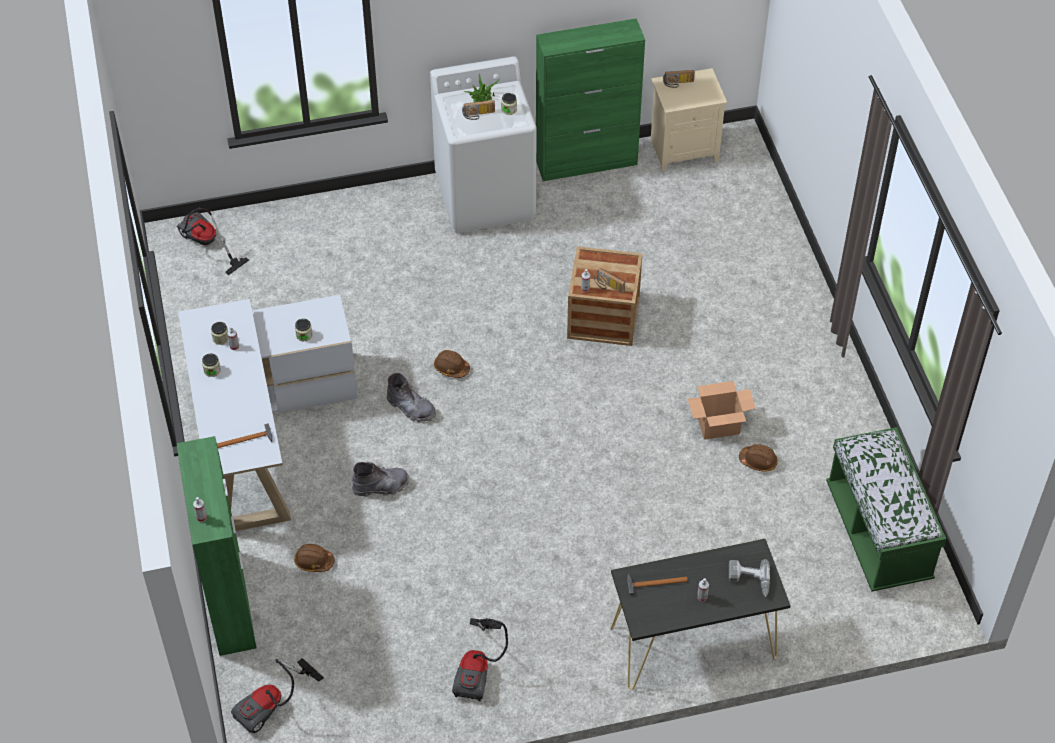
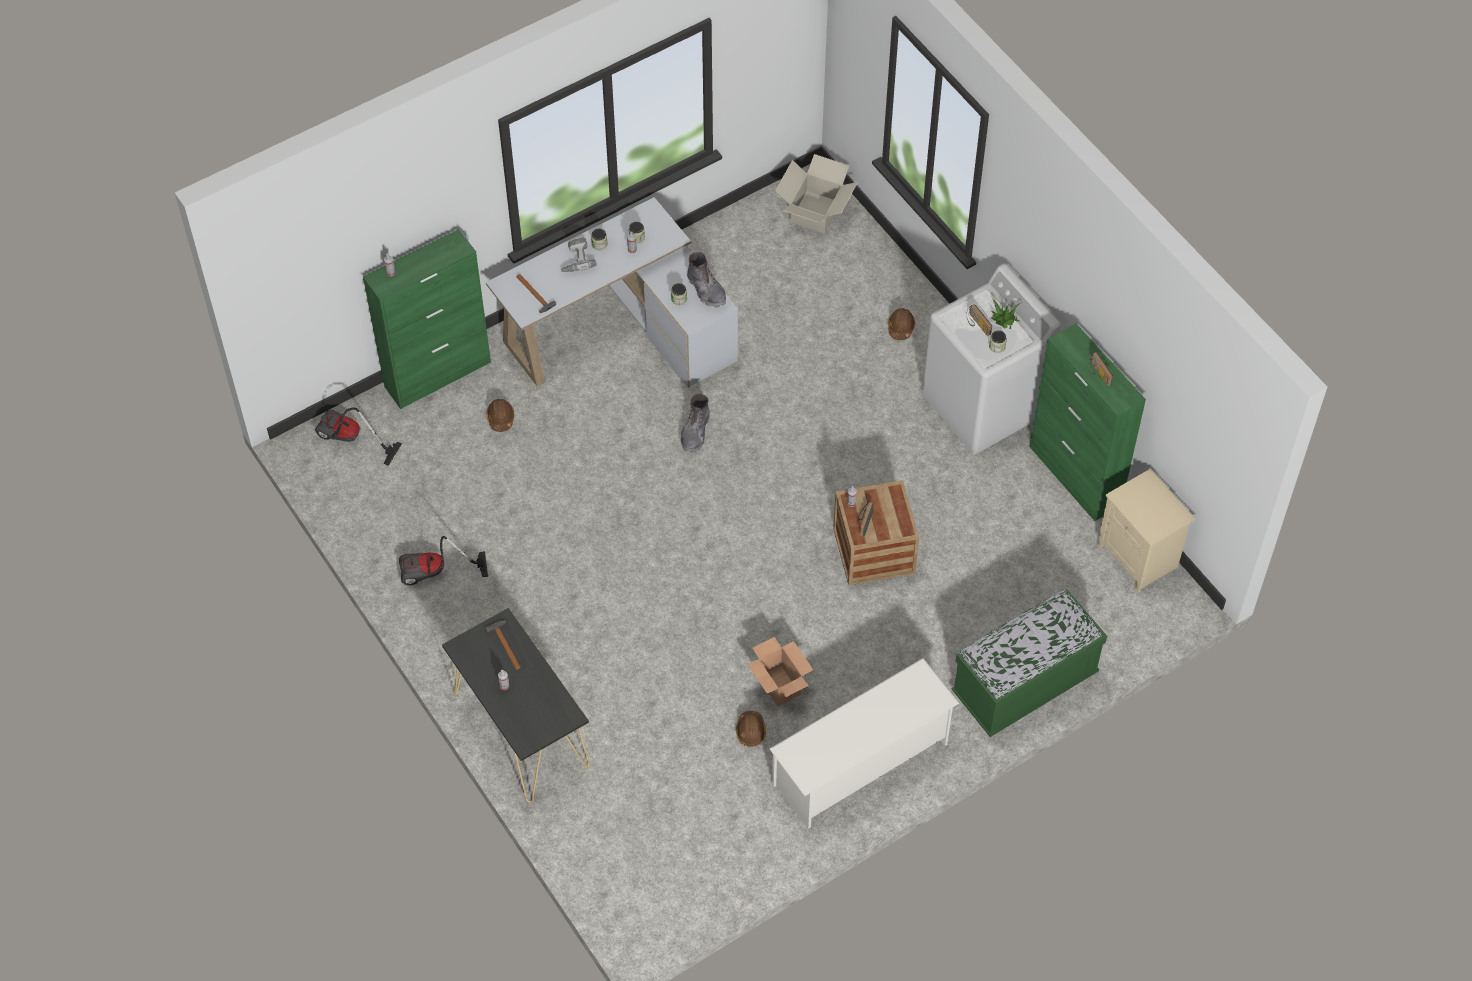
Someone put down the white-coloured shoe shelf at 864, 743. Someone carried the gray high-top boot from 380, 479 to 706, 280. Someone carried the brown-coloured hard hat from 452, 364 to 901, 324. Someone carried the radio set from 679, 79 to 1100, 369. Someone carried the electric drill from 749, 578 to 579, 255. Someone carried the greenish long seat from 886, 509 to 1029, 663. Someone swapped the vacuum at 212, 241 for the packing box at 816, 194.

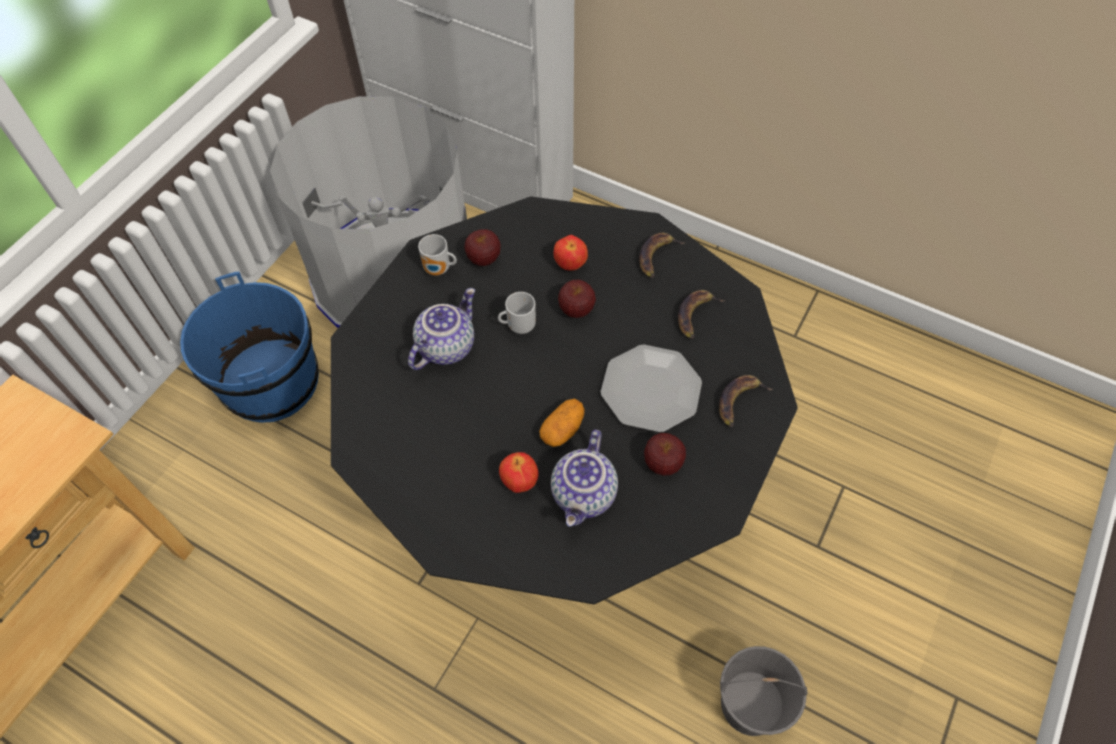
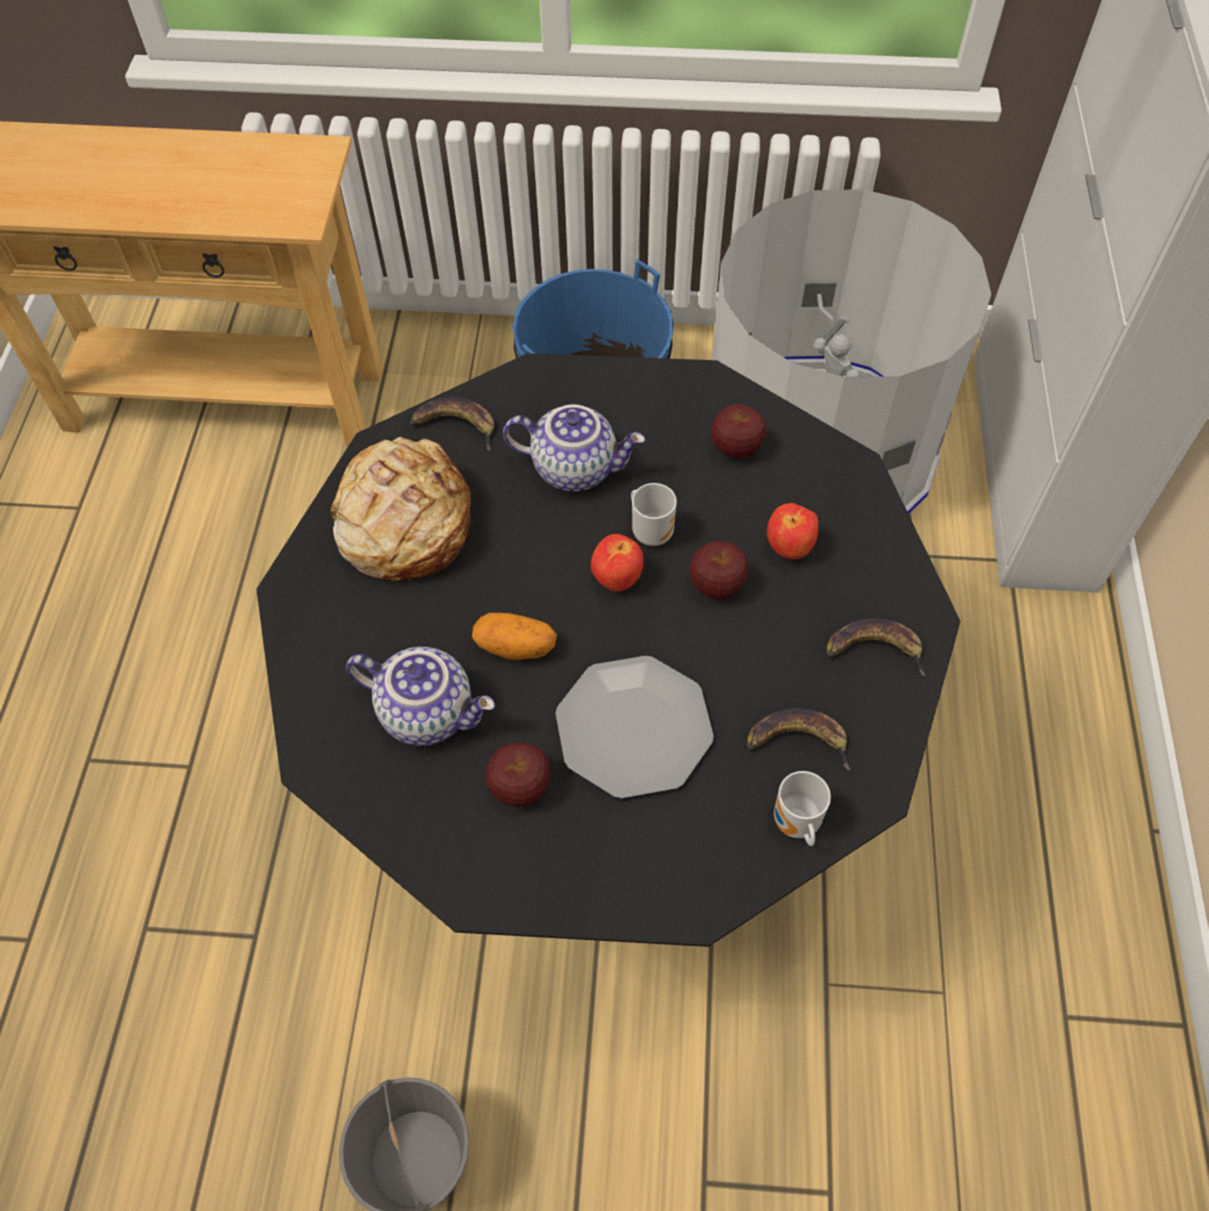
Someone put down the bakery bread at 402, 508. Someone carried the mug from 437, 255 to 802, 808. Someone carried the apple fruit from 519, 472 to 617, 562. Someone carried the banana fruit from 746, 401 to 452, 424. Someone rotated the pot for tea at 584, 478 by 150 degrees counterclockwise.

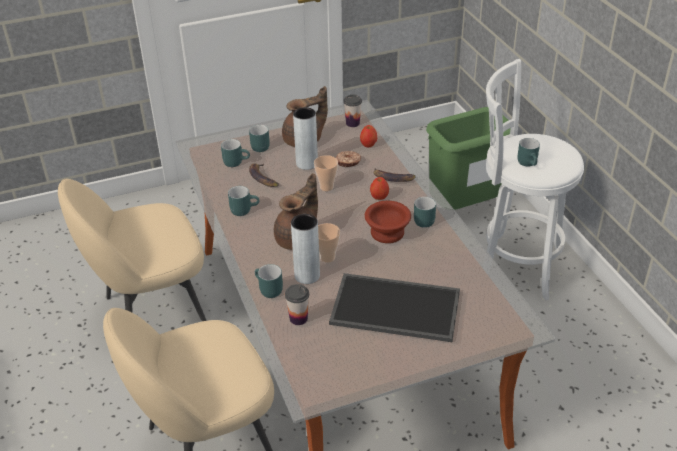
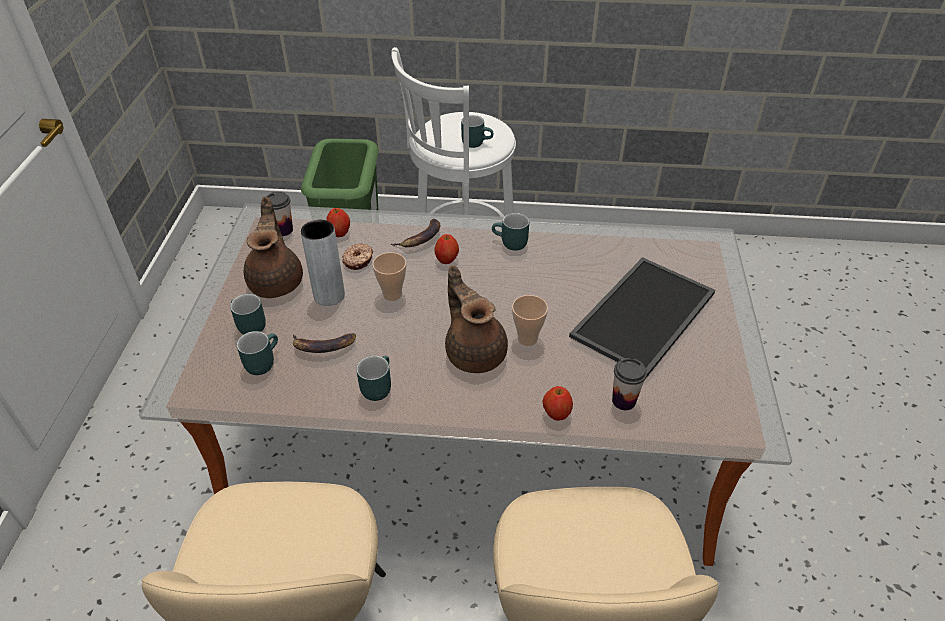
Someone took away the gray flower vase at 305, 249. Someone took away the brown-coloured serving bowl at 388, 222. Someone swapped the blue-green mug at 269, 281 for the apple fruit at 558, 403.

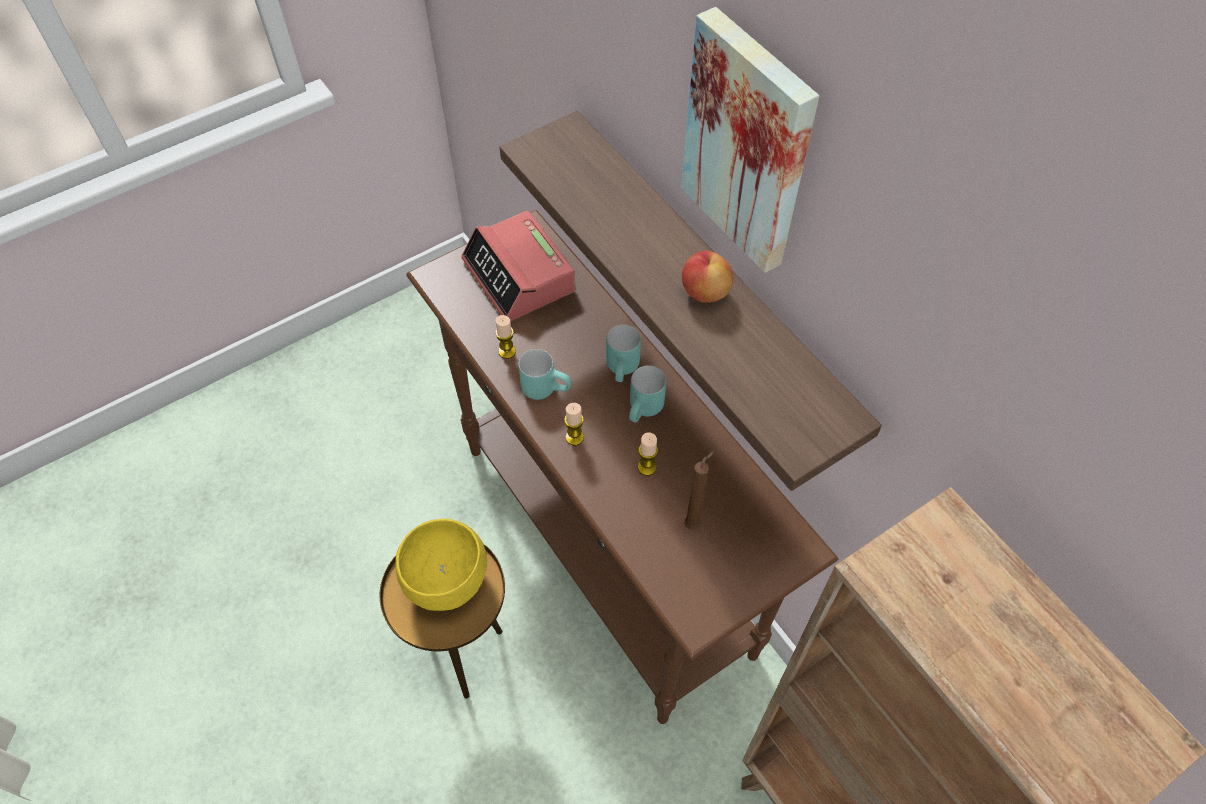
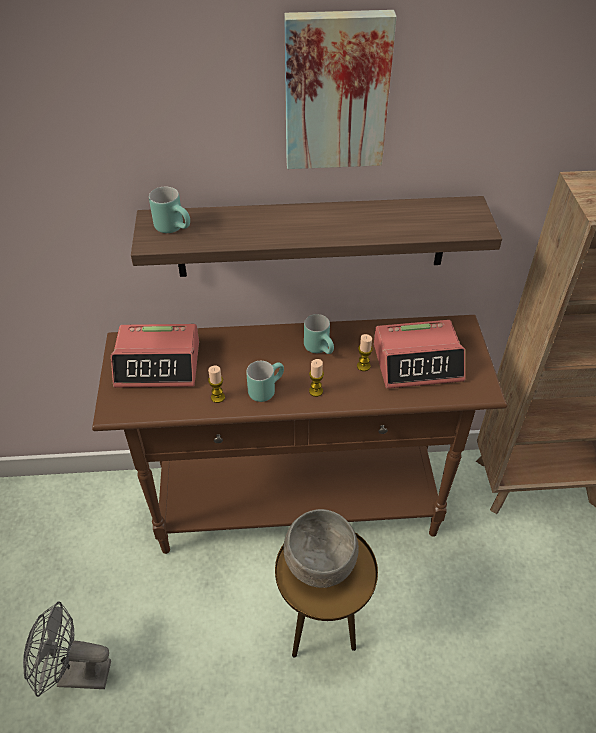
Someone took away the apple fruit at 707, 277. Someone put down the gray fan at 67, 649. Someone carried the blue-green mug from 623, 353 to 169, 210. Someone swapped the brown-coloured candle at 699, 490 for the bedside clock at 419, 354. Someone repainted the yellow-coloured serving bowl at 441, 565, which became the gray serving bowl at 321, 548.

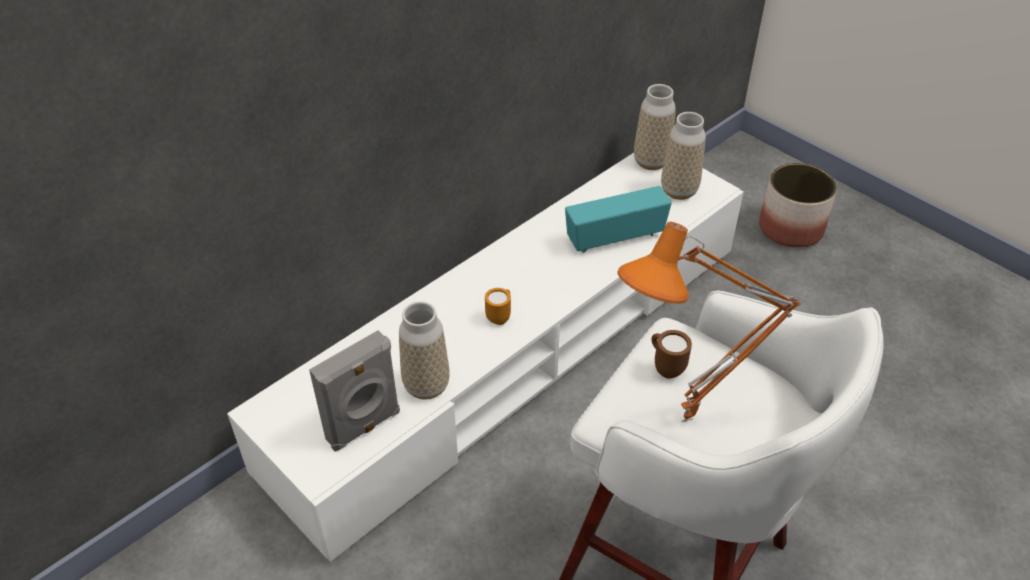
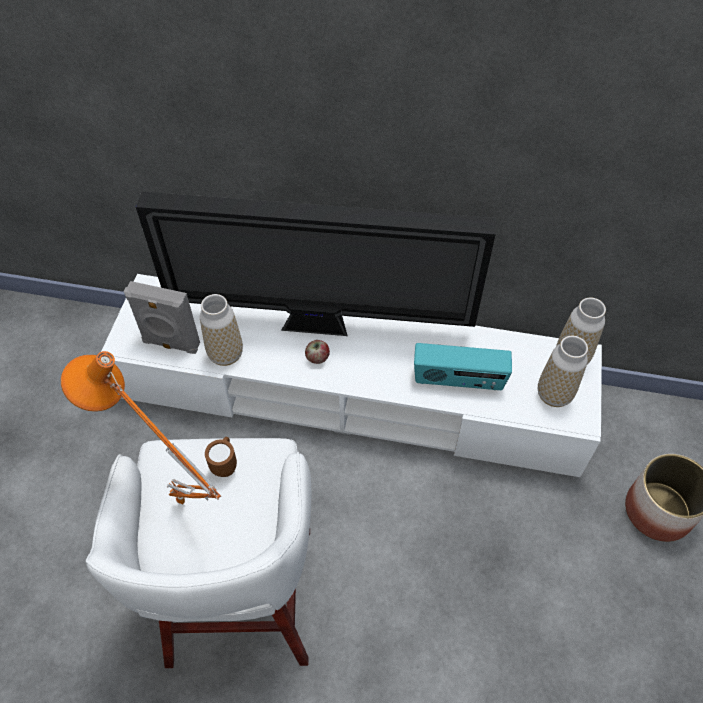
Someone put down the television at 316, 264. Someone swapped the orange mug at 498, 306 for the apple fruit at 317, 352. Someone rotated the radio set at 618, 219 by 150 degrees clockwise.

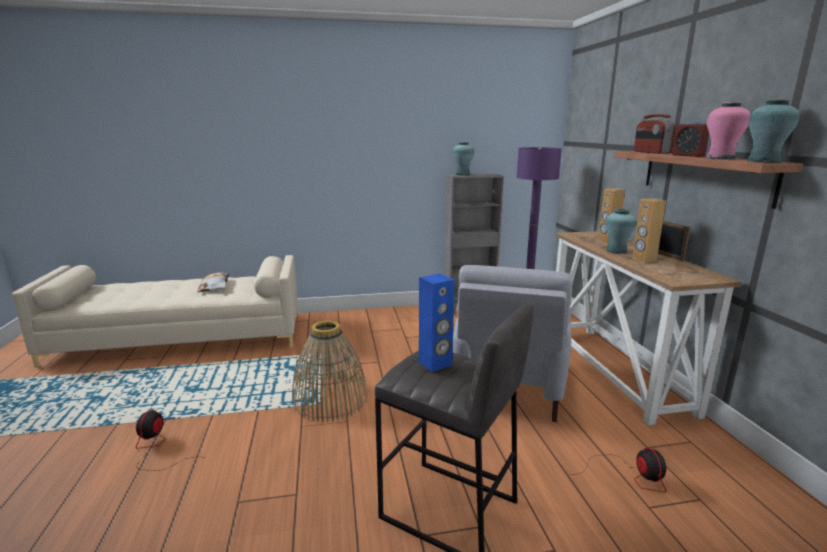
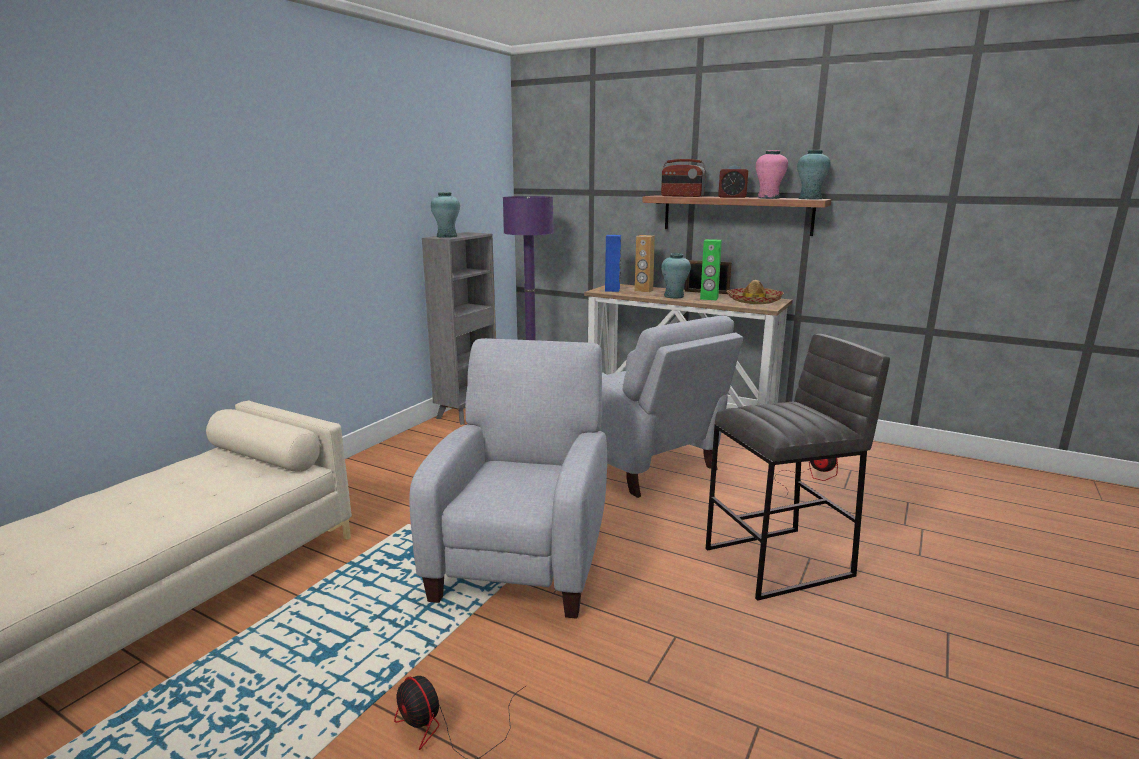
Someone took away the throw pillow at 213, 282. Someone put down the hat at 755, 292. Someone carried the blue audio speaker from 437, 323 to 613, 263. Someone swapped the household basket at 330, 371 for the gray easy chair at 508, 478. Someone repainted the brown-coloured audio speaker at 649, 230, which became the greenish audio speaker at 711, 269.

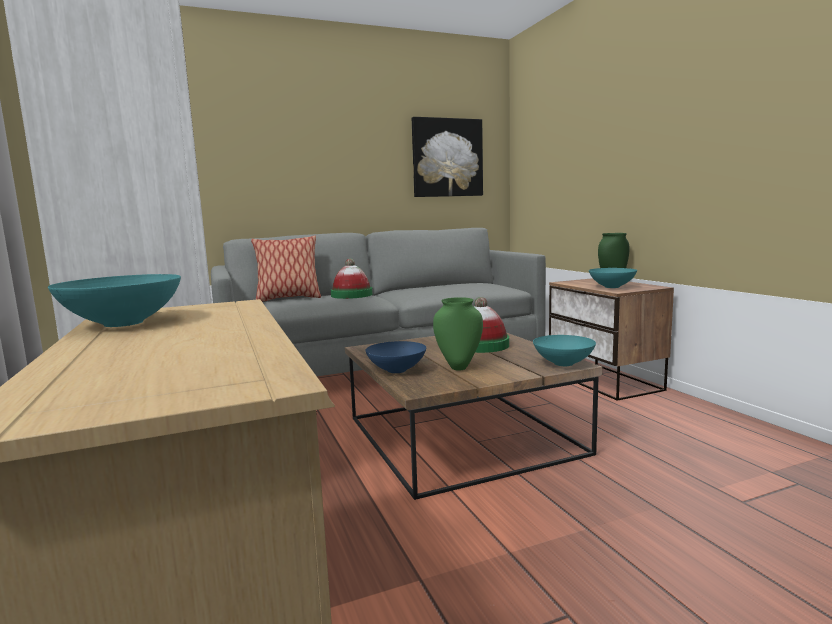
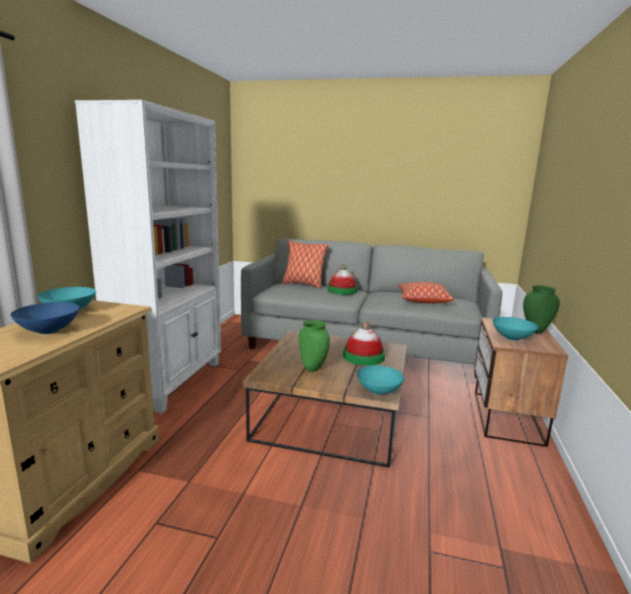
Someone took away the wall picture at 447, 157. Someone put down the throw pillow at 426, 292. Someone carried the blue serving bowl from 395, 357 to 45, 318.

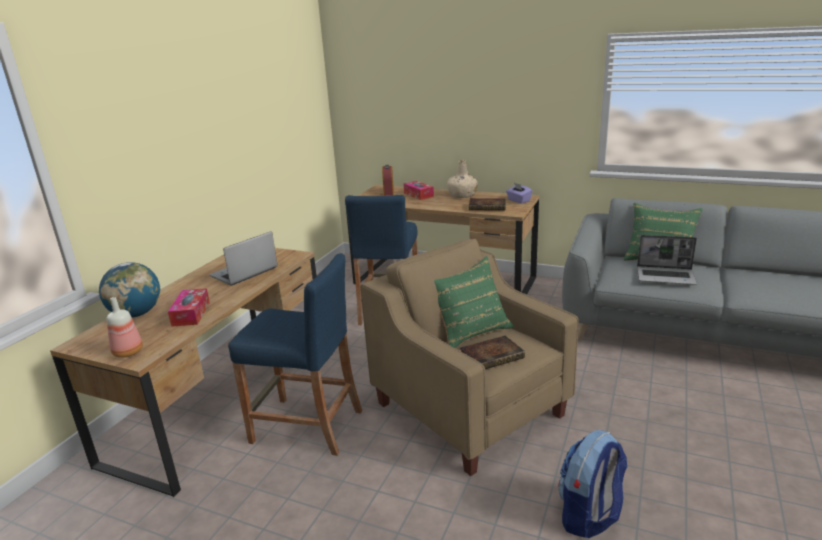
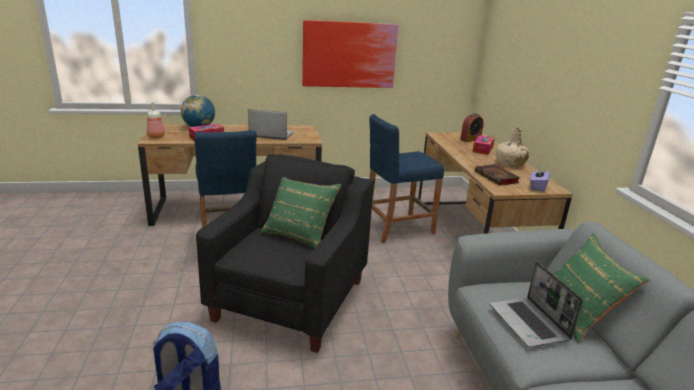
Someone took away the bound book at 492, 352. Someone put up the wall picture at 350, 54. Someone repainted the beige-coloured easy chair at 469, 357, which became the blackish easy chair at 285, 253.

